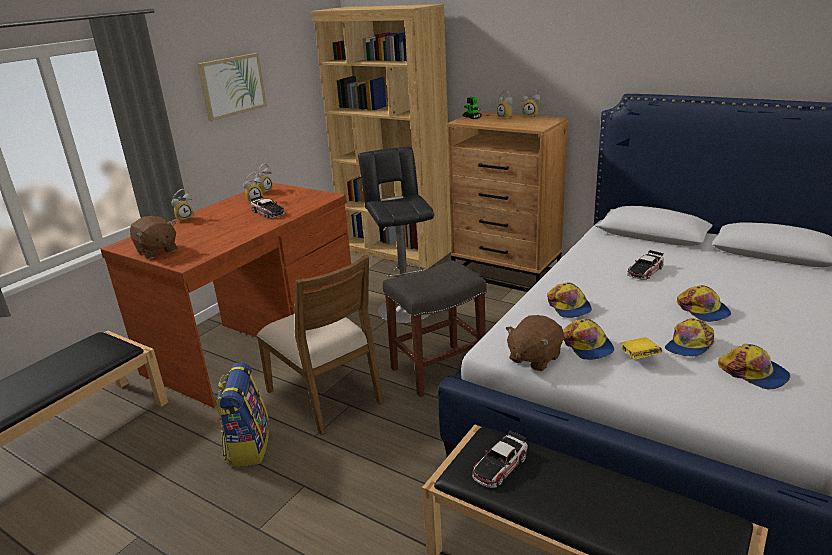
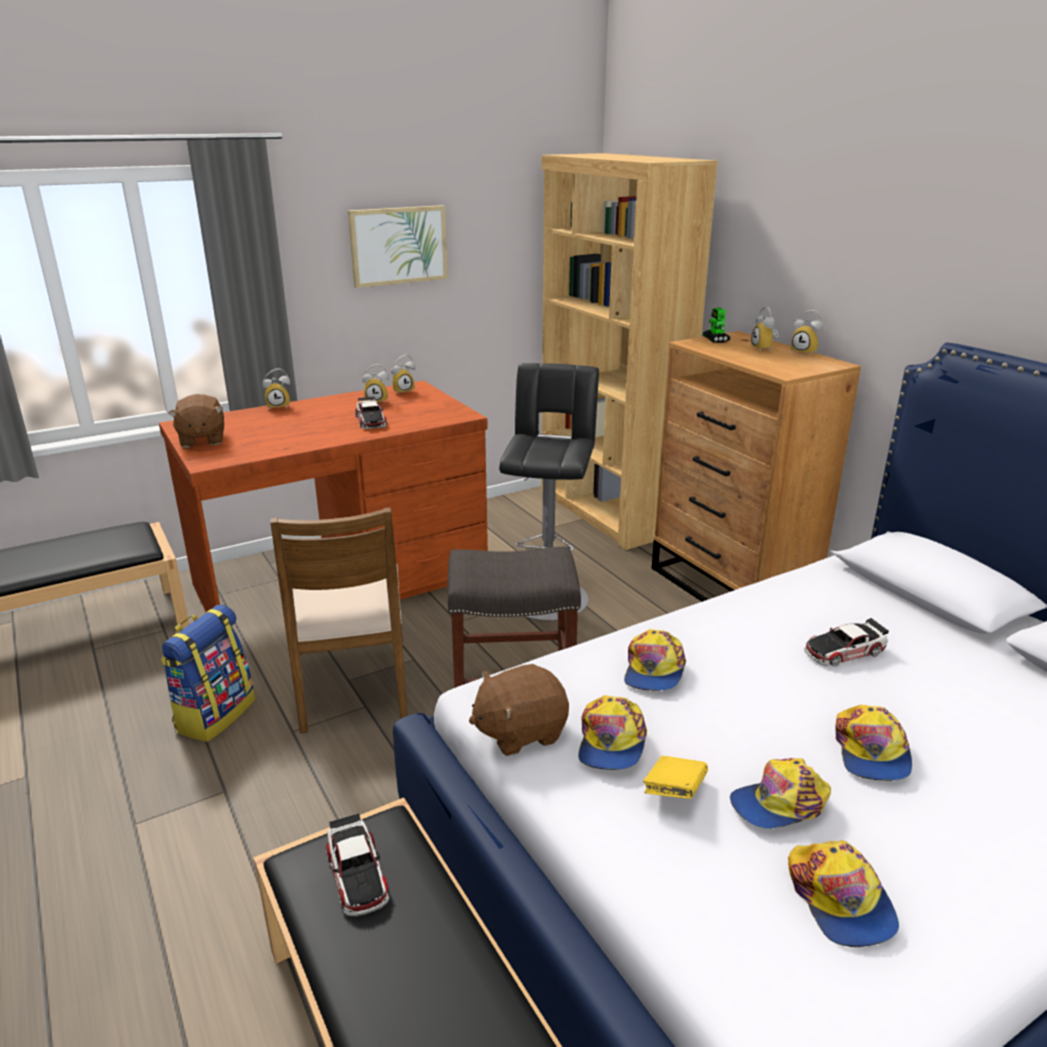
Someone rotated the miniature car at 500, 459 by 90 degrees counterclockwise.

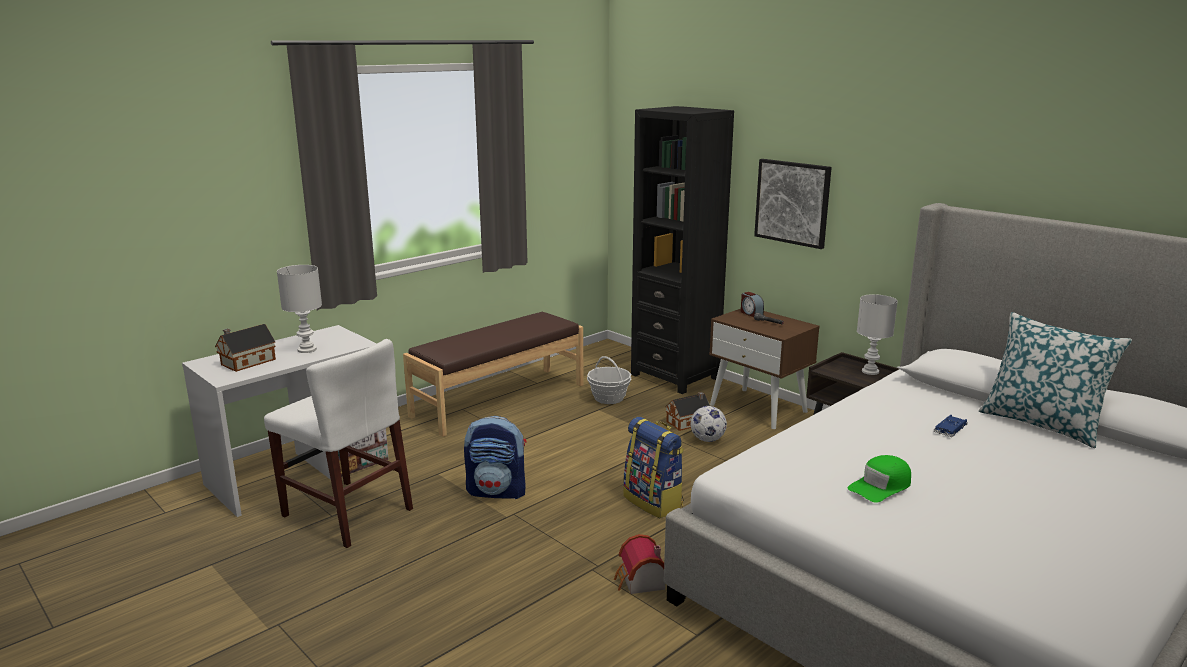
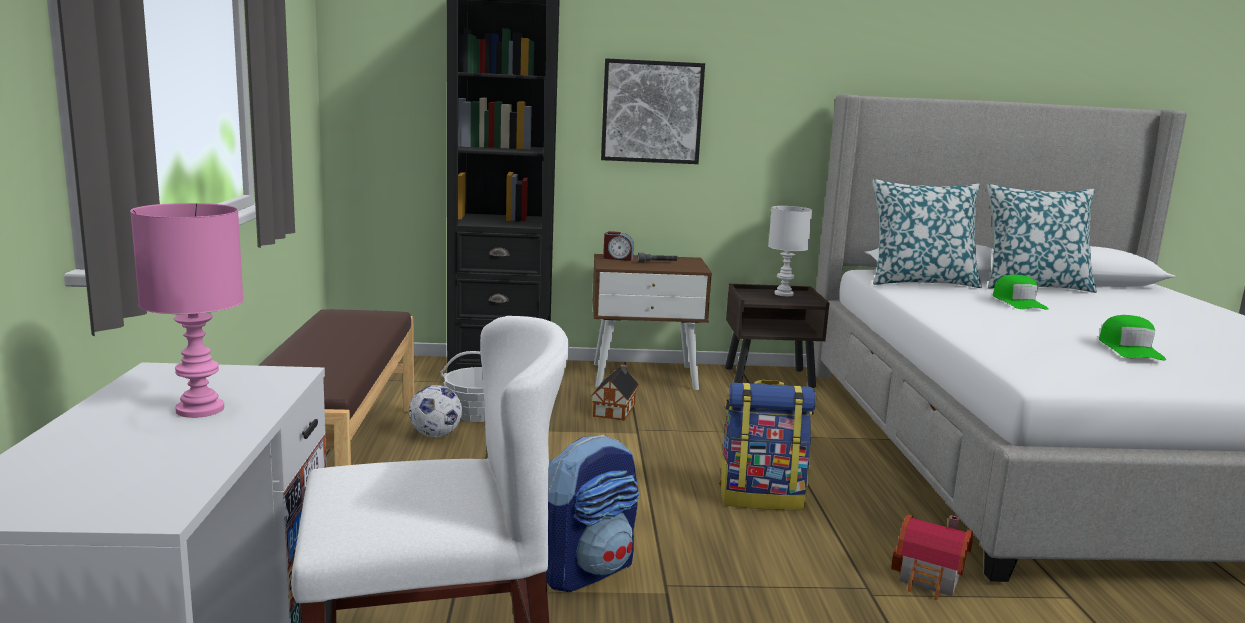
Someone took away the toy house at 245, 348. Someone put down the throw pillow at 927, 233. Someone carried the ball for football from 709, 424 to 435, 411. Someone swapped the blue miniature car at 951, 426 for the greenish cap at 1021, 292. Someone repainted the white-coloured lamp for a table at 299, 309, which became the pinkish lamp for a table at 187, 310.

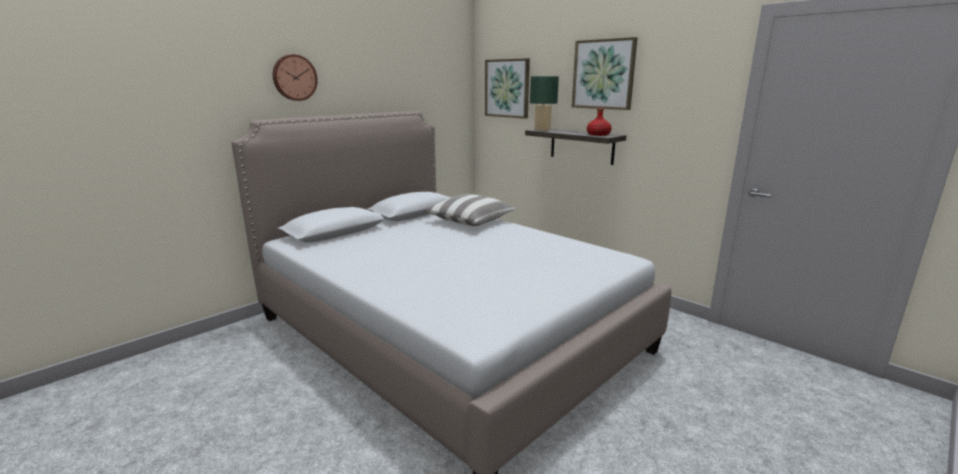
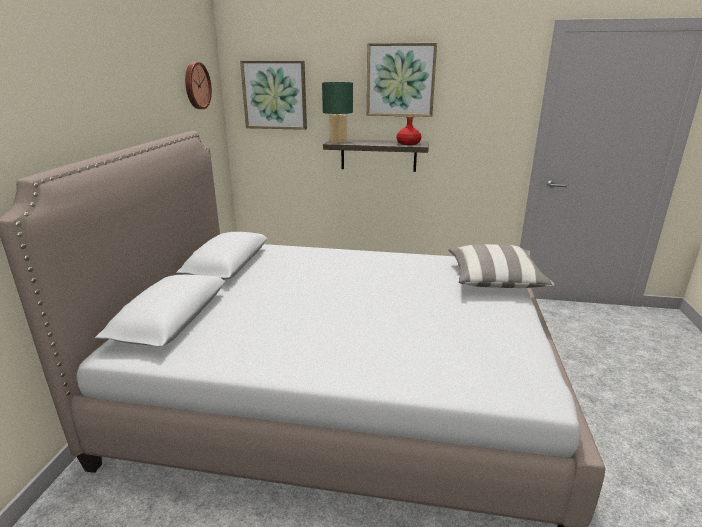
Someone carried the wall clock from 295, 77 to 198, 85. Someone carried the throw pillow from 470, 210 to 501, 266.

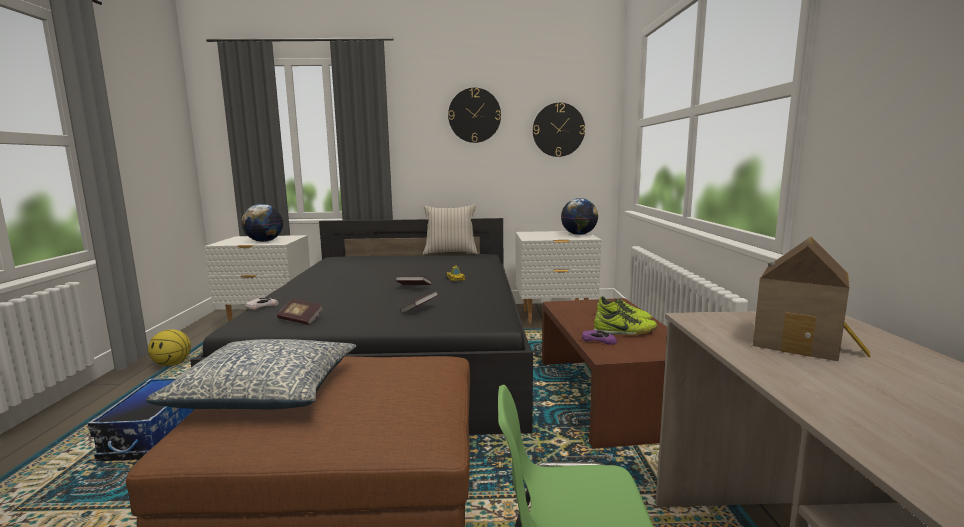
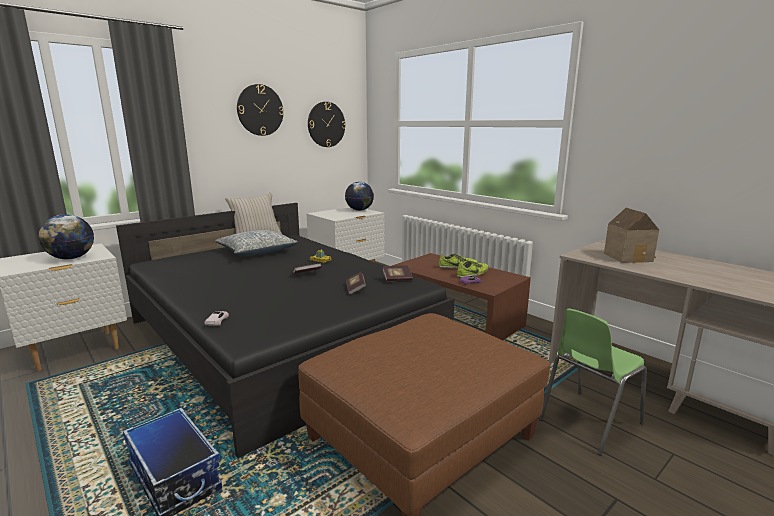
Someone took away the ball for basketball at 169, 347. Someone carried the throw pillow from 251, 374 to 256, 243. Someone carried the bound book from 300, 312 to 397, 273.

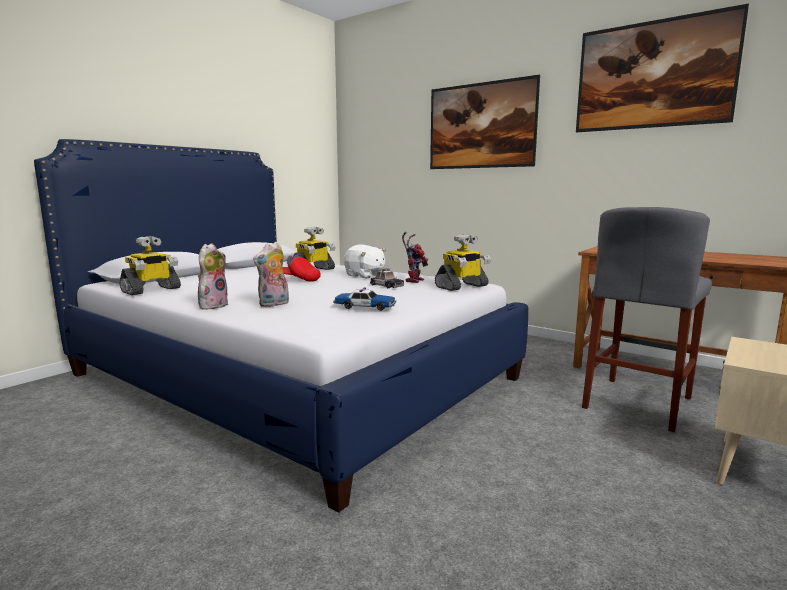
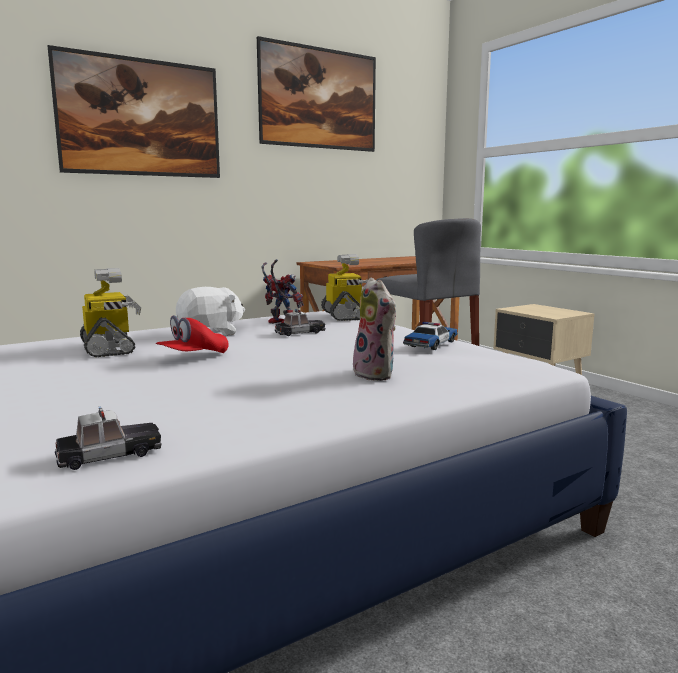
Someone took away the plush toy at 213, 276. Someone swapped the toy robot at 150, 265 for the miniature car at 108, 438.

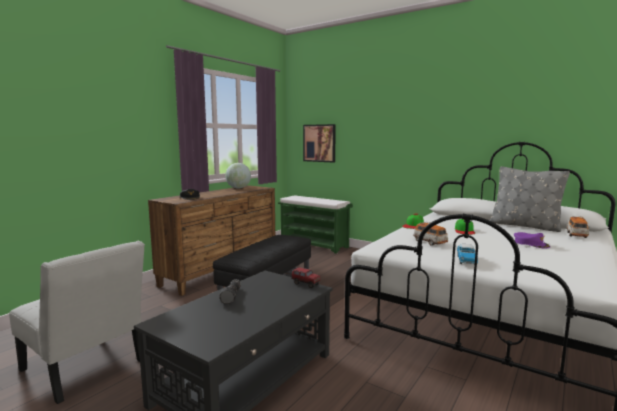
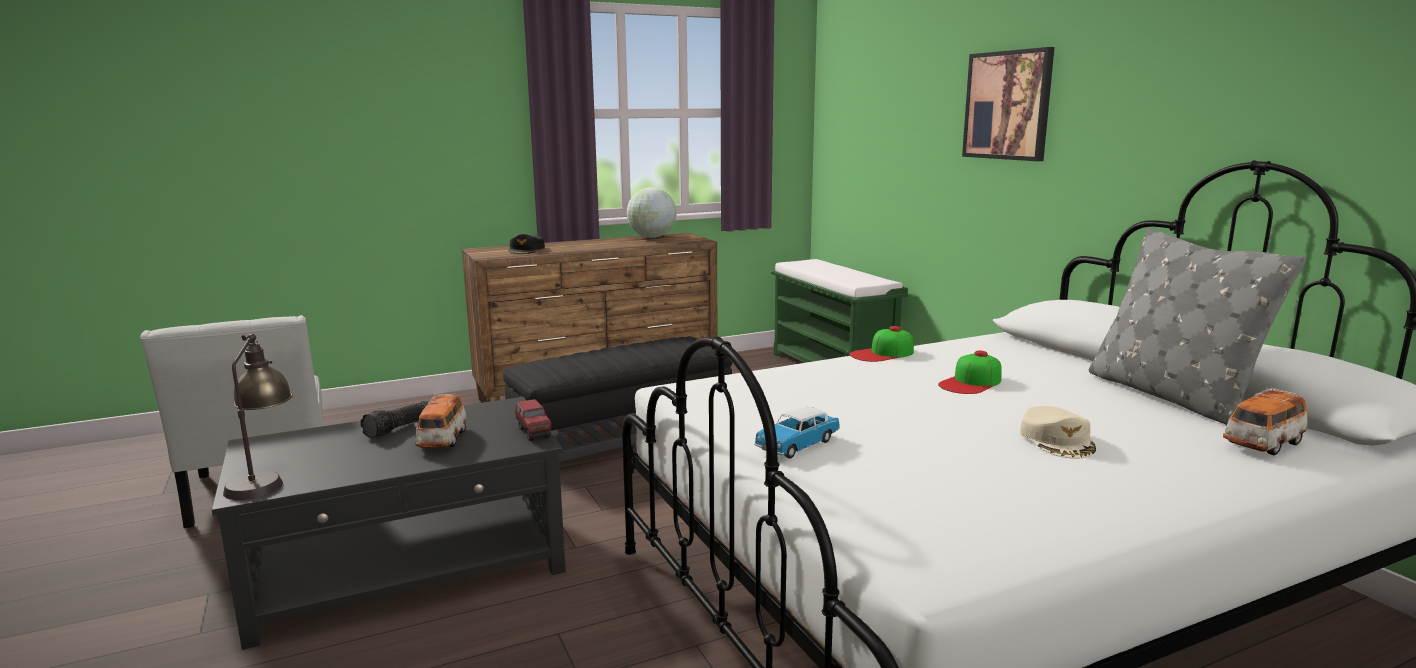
Someone put down the lamp for a table at 258, 417. Someone carried the wall picture from 319, 143 to 1008, 104. Someone carried the miniature car from 430, 234 to 440, 420. Someone repainted the purplish cap at 532, 240, which became the beige-coloured cap at 1058, 432.

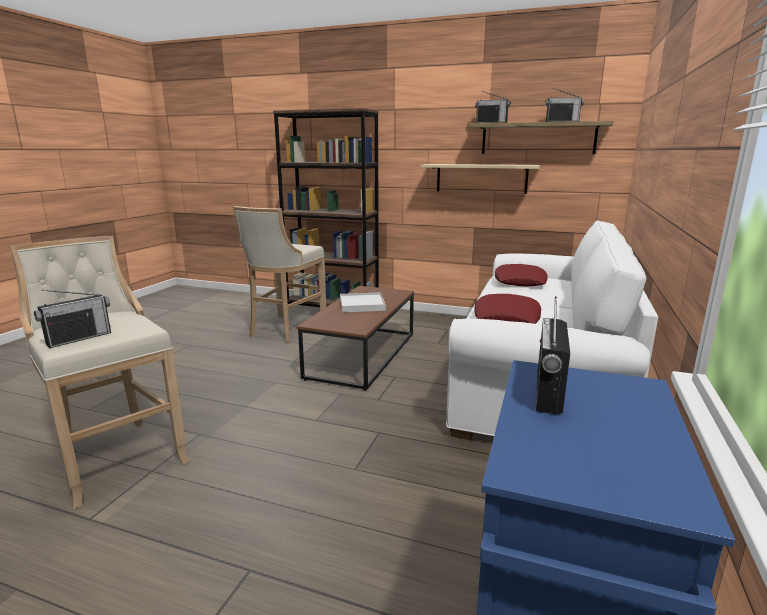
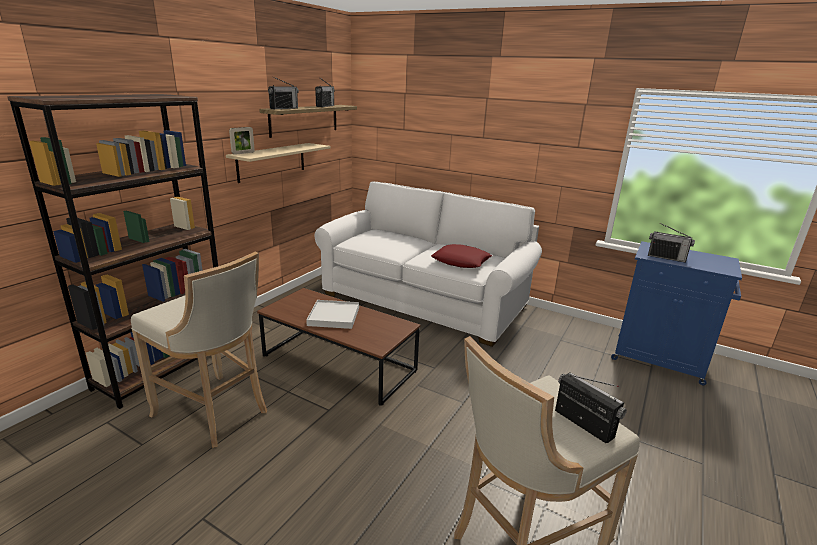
Someone took away the red-coloured throw pillow at 521, 275. Someone put down the standing frame at 242, 141.

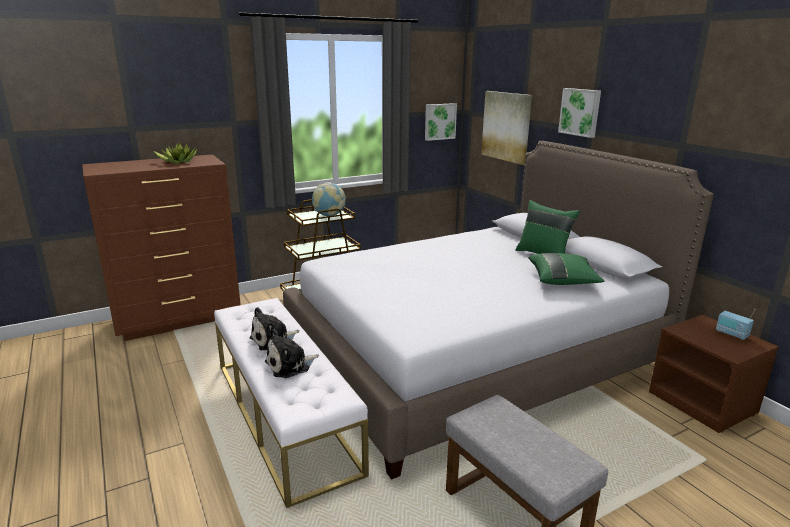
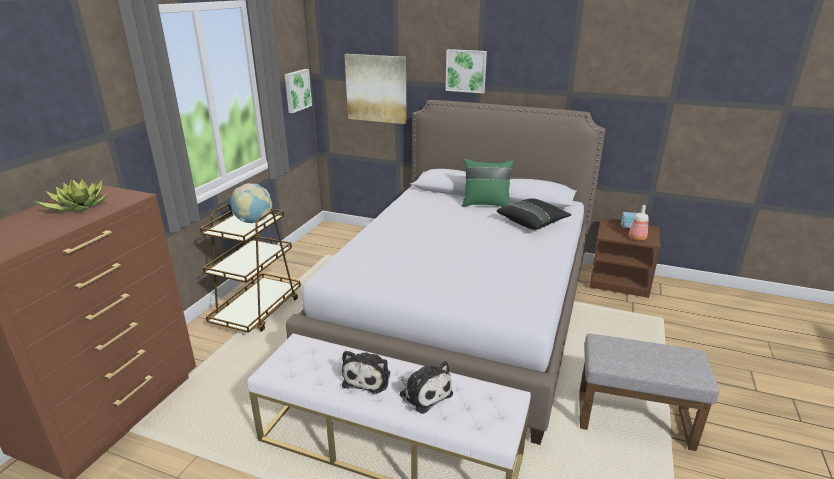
Someone put down the drink bottle at 639, 223. Someone repainted the greenish throw pillow at 566, 269, which became the blackish throw pillow at 534, 214. Someone rotated the plush toy at 292, 353 by 60 degrees counterclockwise.

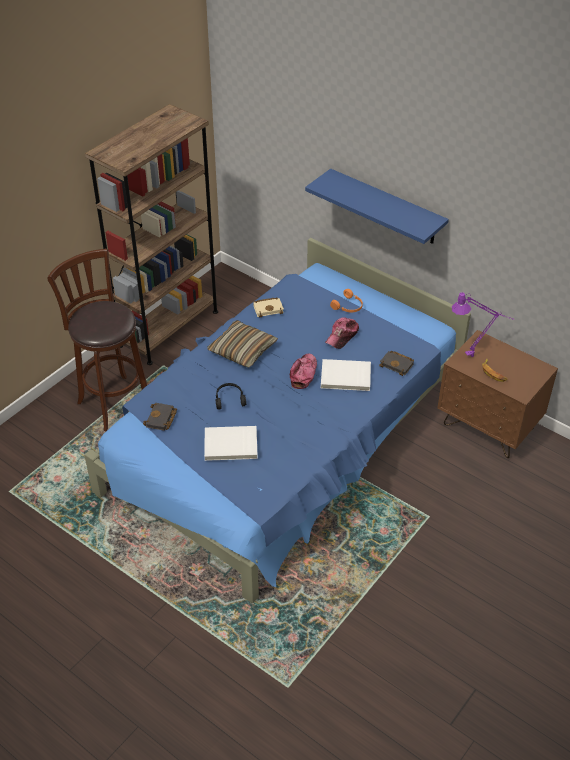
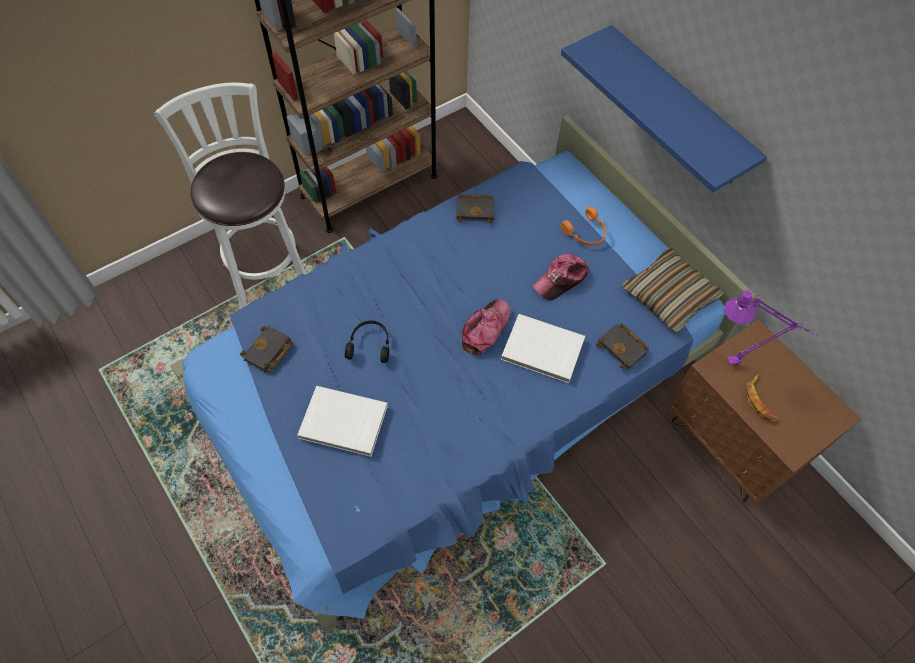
Someone carried the throw pillow from 242, 344 to 673, 290. Someone repainted the brown-coloured sitting stool at 97, 340, which became the white-coloured sitting stool at 230, 196. Someone repainted the beige-coloured bound book at 268, 308, which became the blackish bound book at 475, 208.

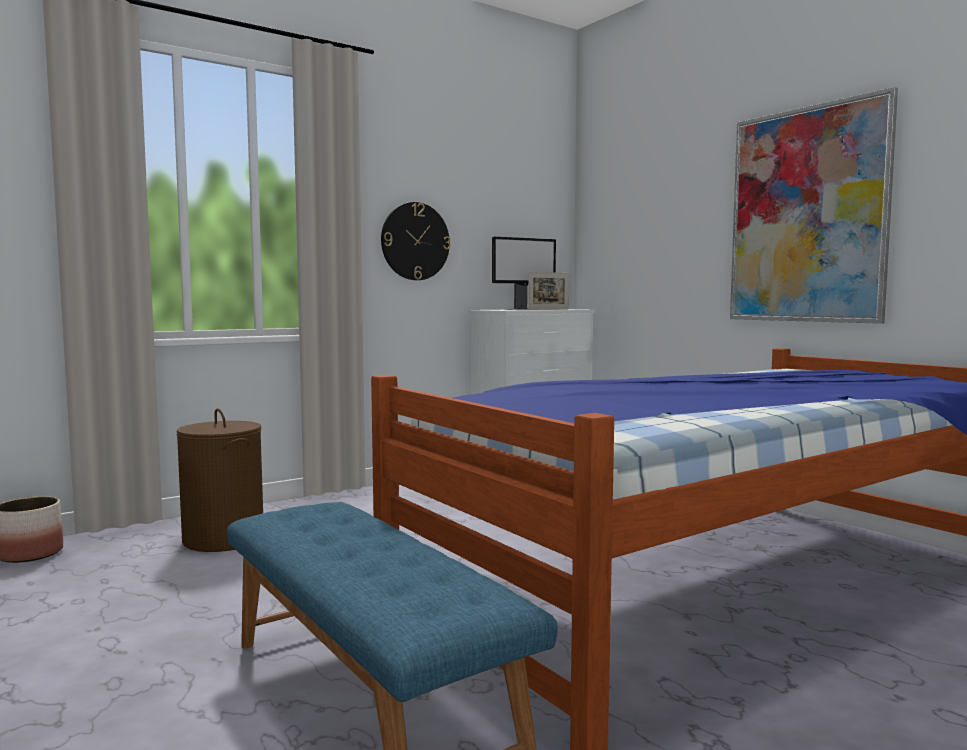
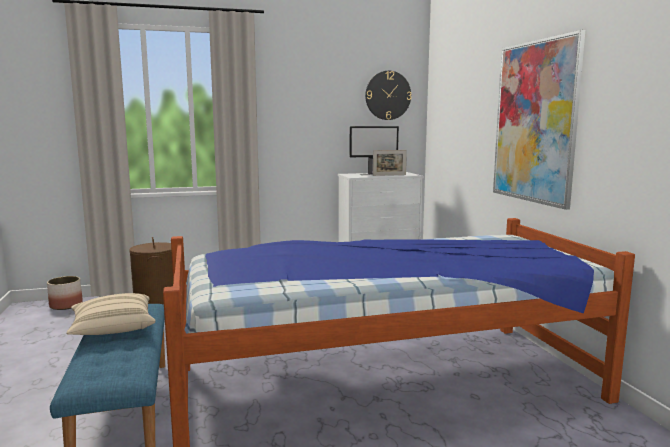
Someone put down the beige-coloured throw pillow at 111, 314. Someone carried the wall clock from 416, 241 to 388, 95.

